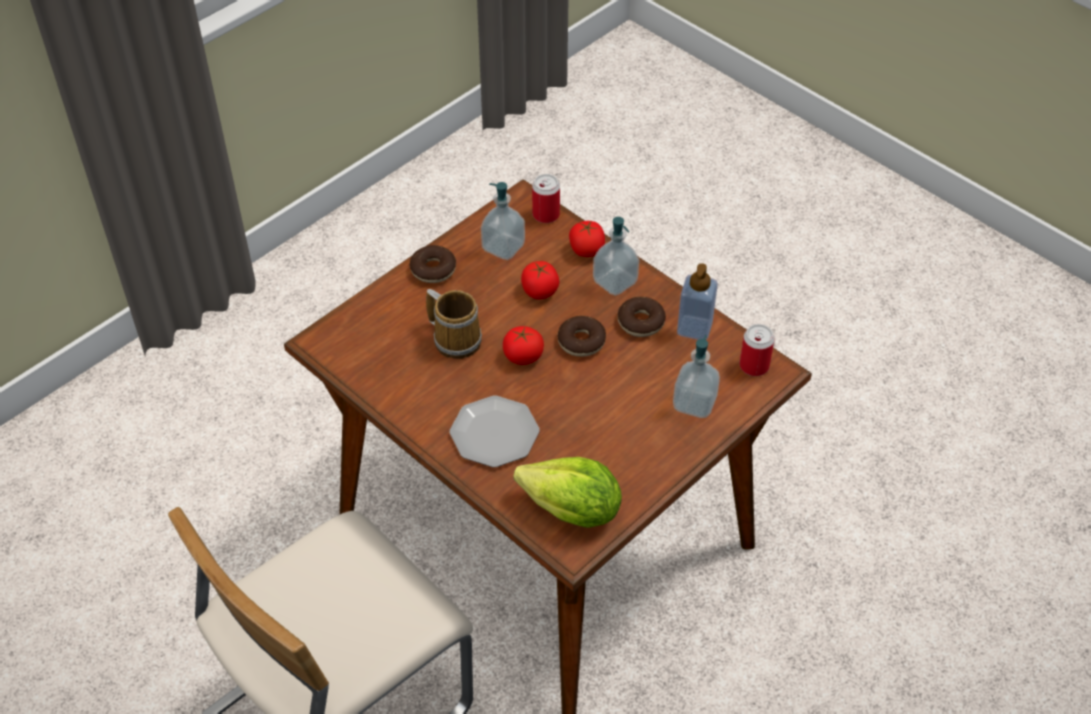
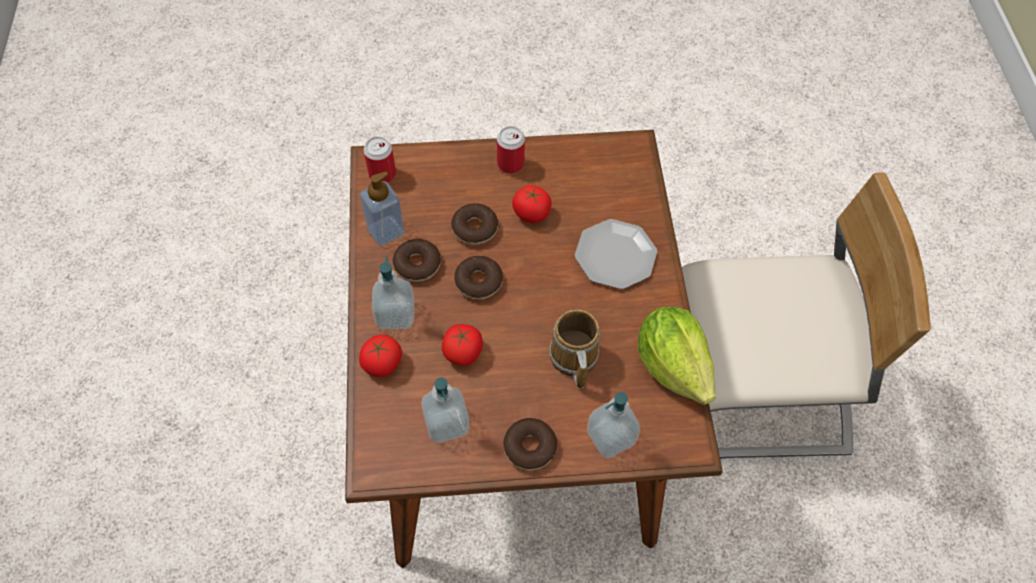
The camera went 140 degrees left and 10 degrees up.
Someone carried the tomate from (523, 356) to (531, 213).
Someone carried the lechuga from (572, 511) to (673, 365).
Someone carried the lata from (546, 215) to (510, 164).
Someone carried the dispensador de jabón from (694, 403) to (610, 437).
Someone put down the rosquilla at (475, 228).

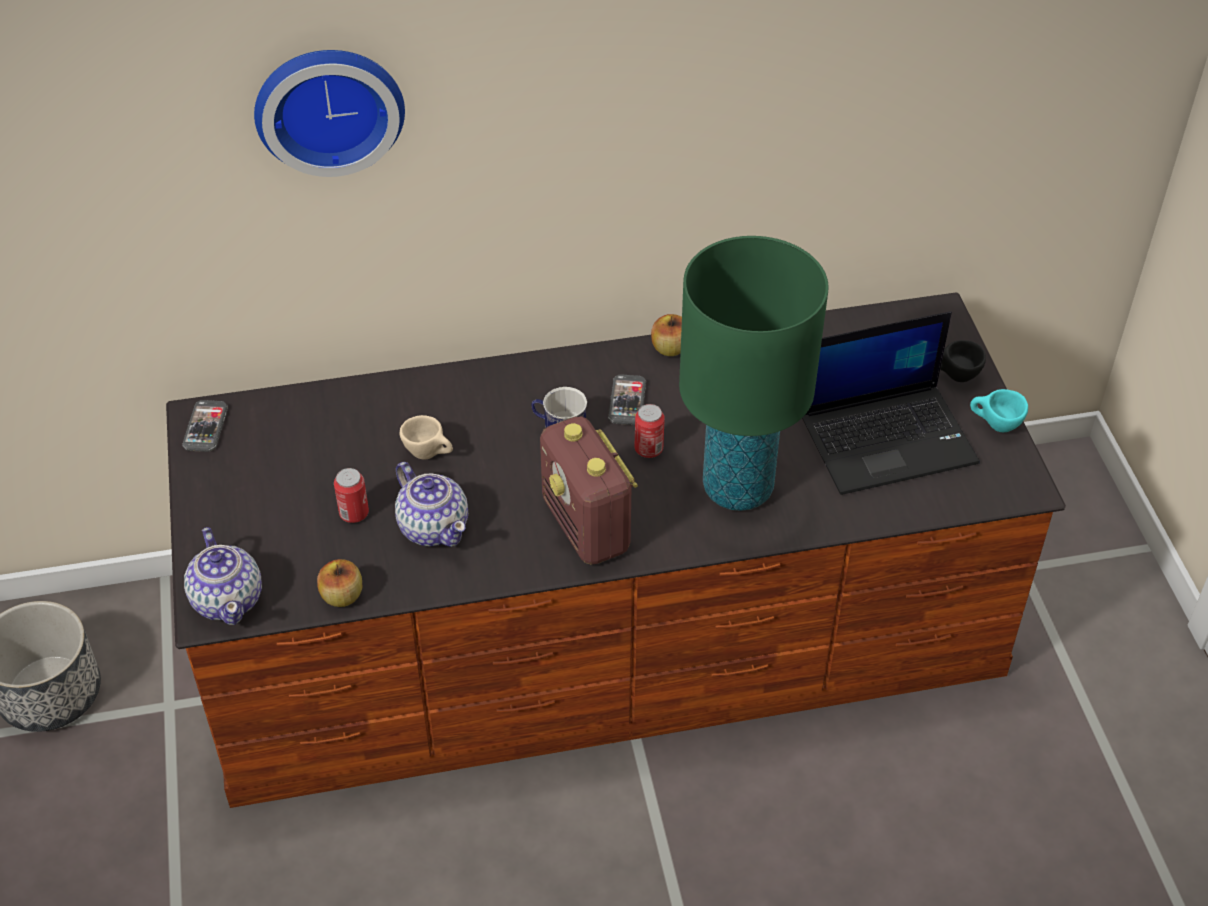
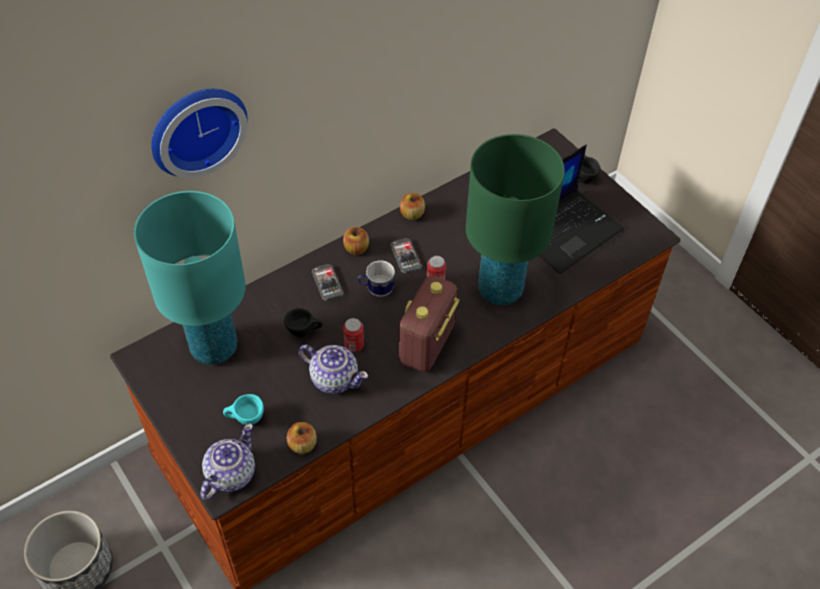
The camera went 25 degrees left and 5 degrees up.
Someone carried the móvil from (205, 427) to (327, 283).
Someone rotated the tetera at (228, 599) by 105 degrees counterclockwise.
Someone carried the lata from (354, 513) to (354, 345).
Someone repainted the taza/beis at (429, 454), which became the taza/negro at (304, 331).
Someone rotated the radio at (587, 527) by 75 degrees clockwise.
Someone carried the taza/turquesa from (994, 426) to (245, 420).
Someone put down the lámpara de mesa/turquesa at (214, 348).
Someone put down the manzana at (356, 248).

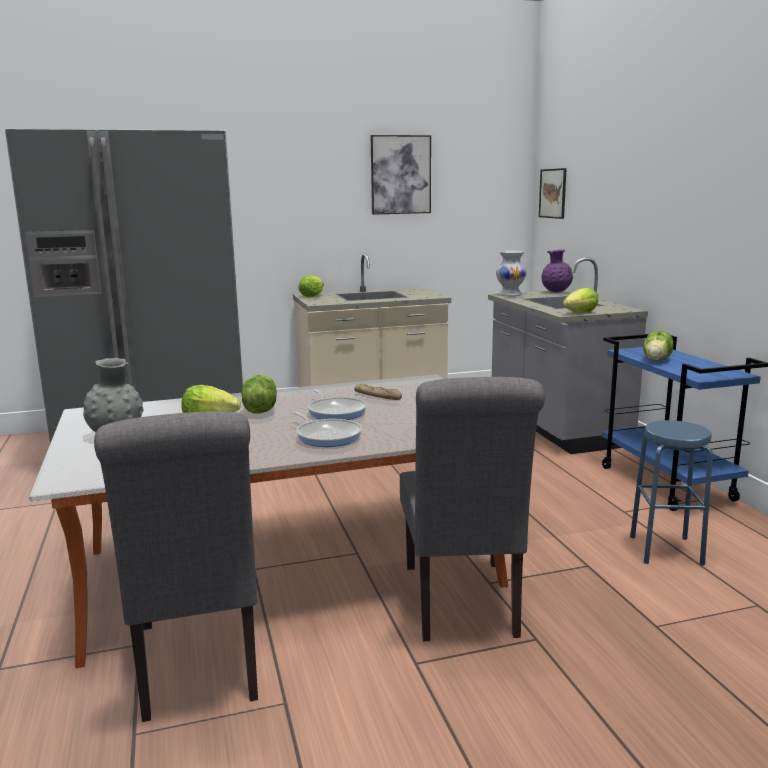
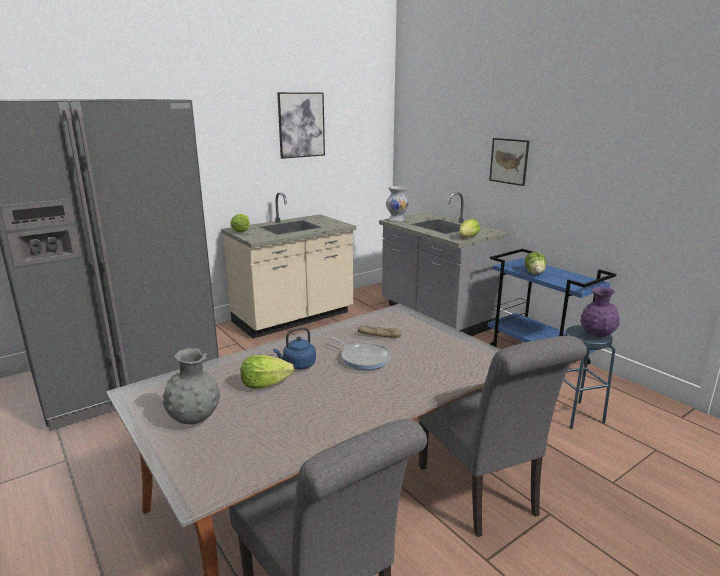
The camera went 20 degrees left and 5 degrees up.
Someone swapped the lechuga at (259, 410) for the hervidor/azul at (297, 365).
Someone took away the sartén at (327, 436).
Someone carried the cuadro from (553, 193) to (509, 161).
Someone carried the florero/morado from (556, 292) to (596, 335).

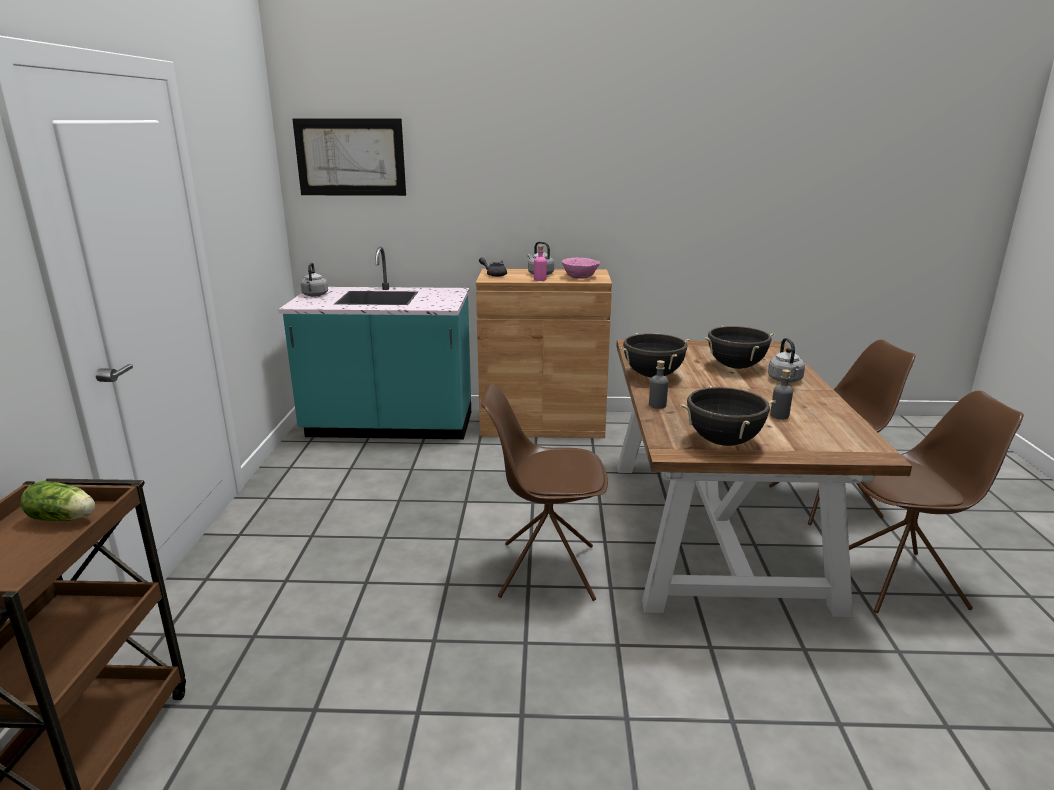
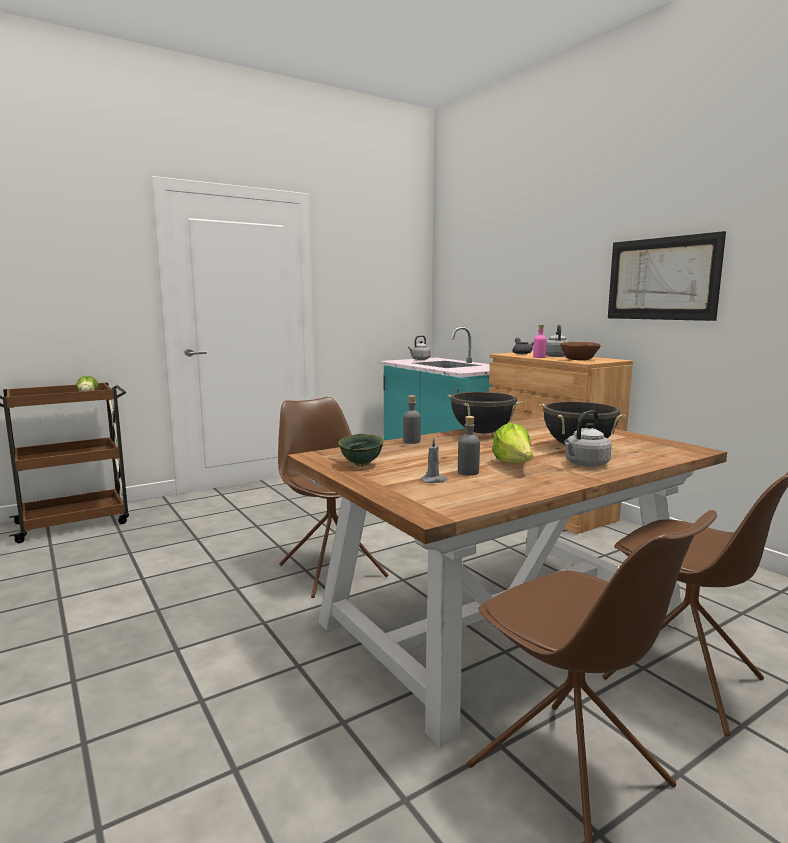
The camera went 55 degrees right and 10 degrees down.
Someone carried the cuadro from (350, 157) to (661, 279).
Someone repainted the cuenco/rosa at (580, 277), which became the cuenco/marrón at (578, 360).
Someone swapped the olla/negro at (723, 441) for the cuenco/verde at (362, 464).
Someone put down the vela/gris at (434, 480).
Someone put down the lechuga at (514, 465).

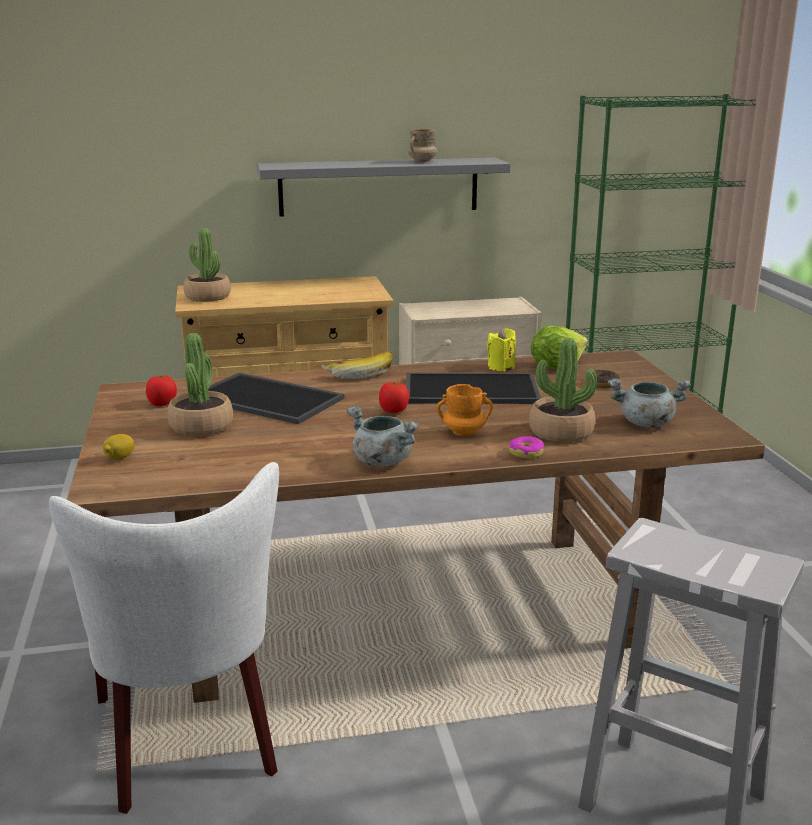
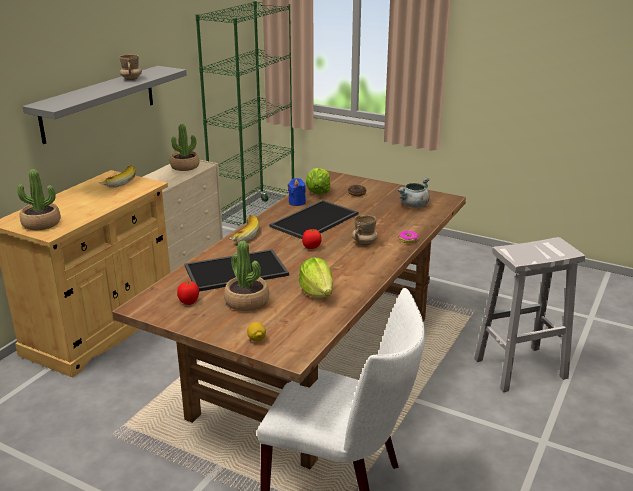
The camera went 50 degrees left and 5 degrees up.
Someone took away the olla/gris at (381, 461).
Someone repainted the taza grande/naranja at (464, 432), which became the taza grande/beis at (364, 242).
Someone repainted the vela/amarillo at (501, 367), which became the vela/azul at (297, 202).
Someone carried the planta en maceta from (561, 432) to (185, 167).
Someone put down the plátano at (118, 182).
Someone put down the lechuga at (317, 292).

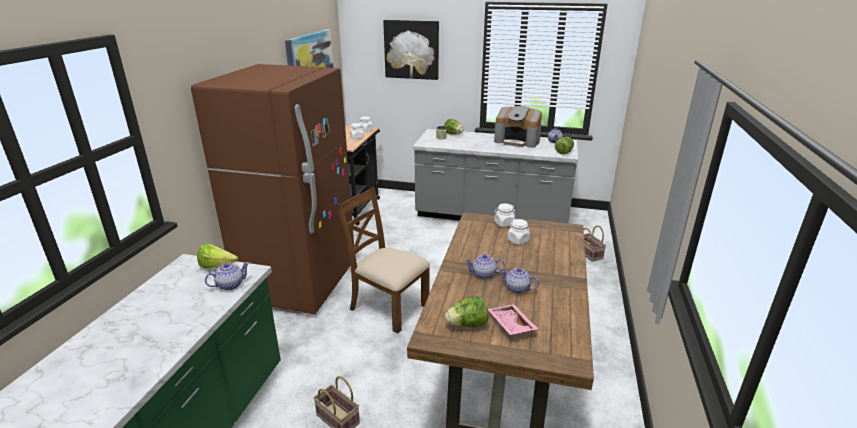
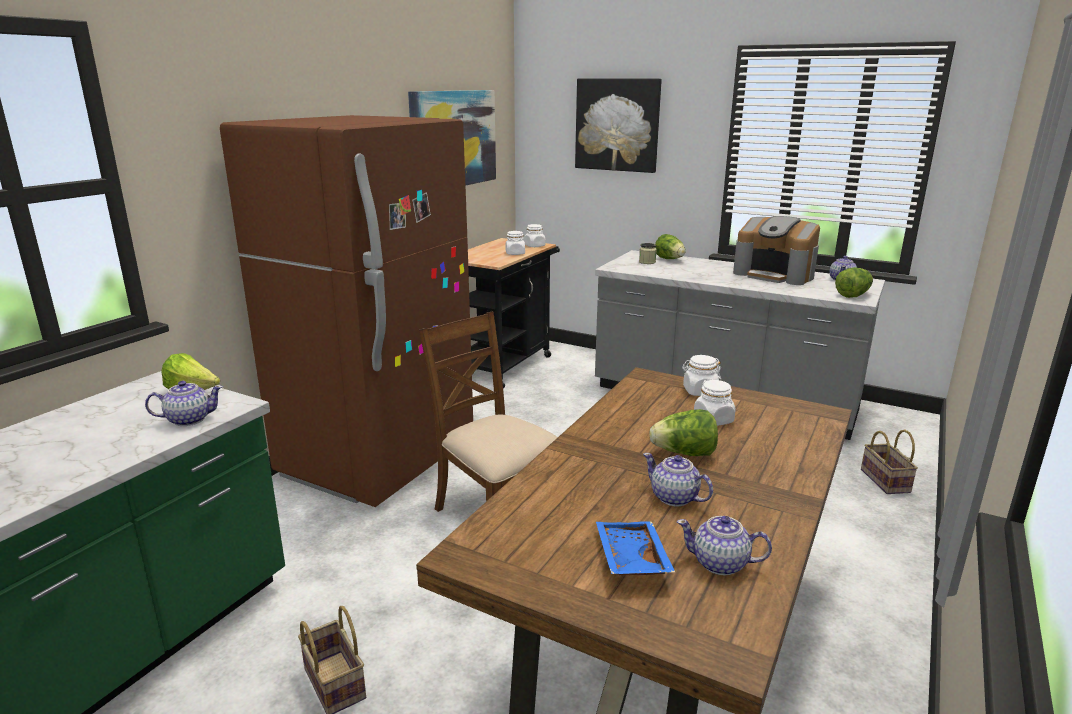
The camera went 15 degrees right and 5 degrees down.
Someone carried the lechuga from (467, 325) to (684, 453).
Someone carried the tetera from (484, 275) to (720, 564).
Someone repainted the bandeja/rosa at (510, 325), which became the bandeja/azul at (629, 559).

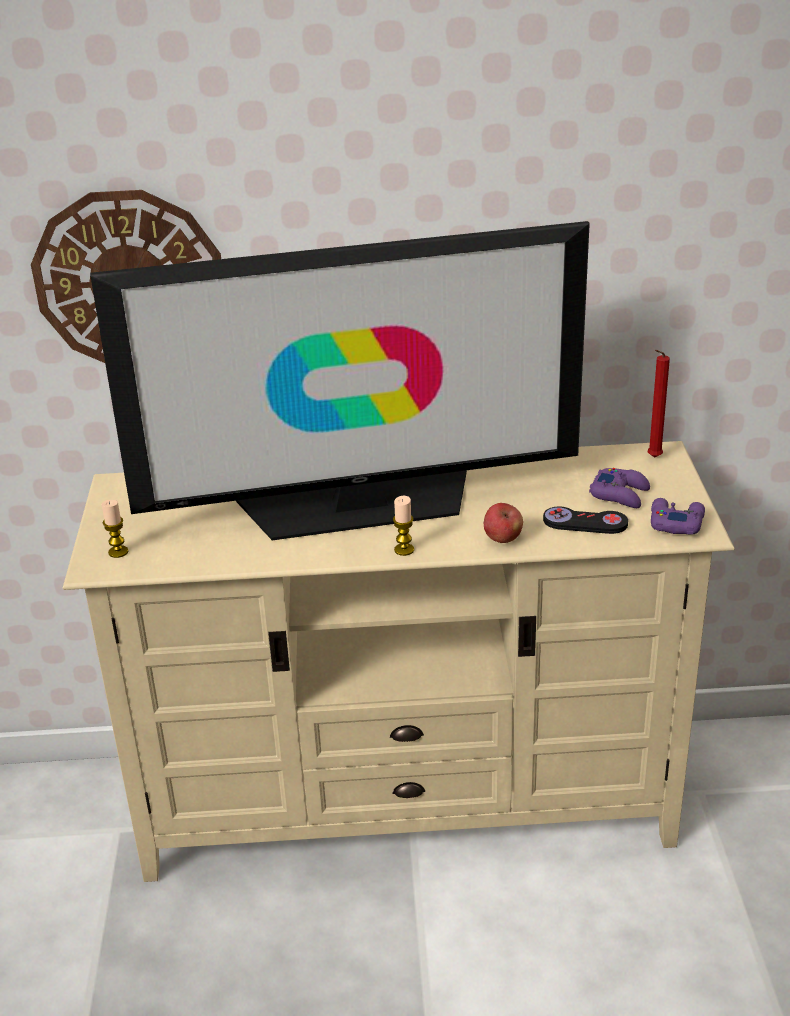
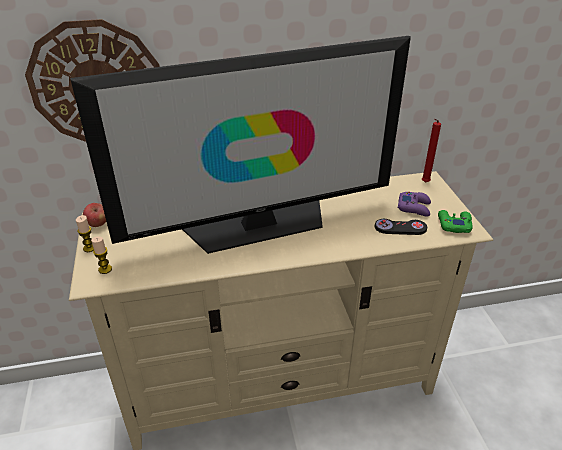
The camera went 10 degrees left and 5 degrees up.
Someone carried the vela from (404, 550) to (89, 248).
Someone carried the manzana from (502, 539) to (98, 224).
Someone repainted the mando de consola/morado at (675, 522), which became the mando de consola/verde at (453, 224).

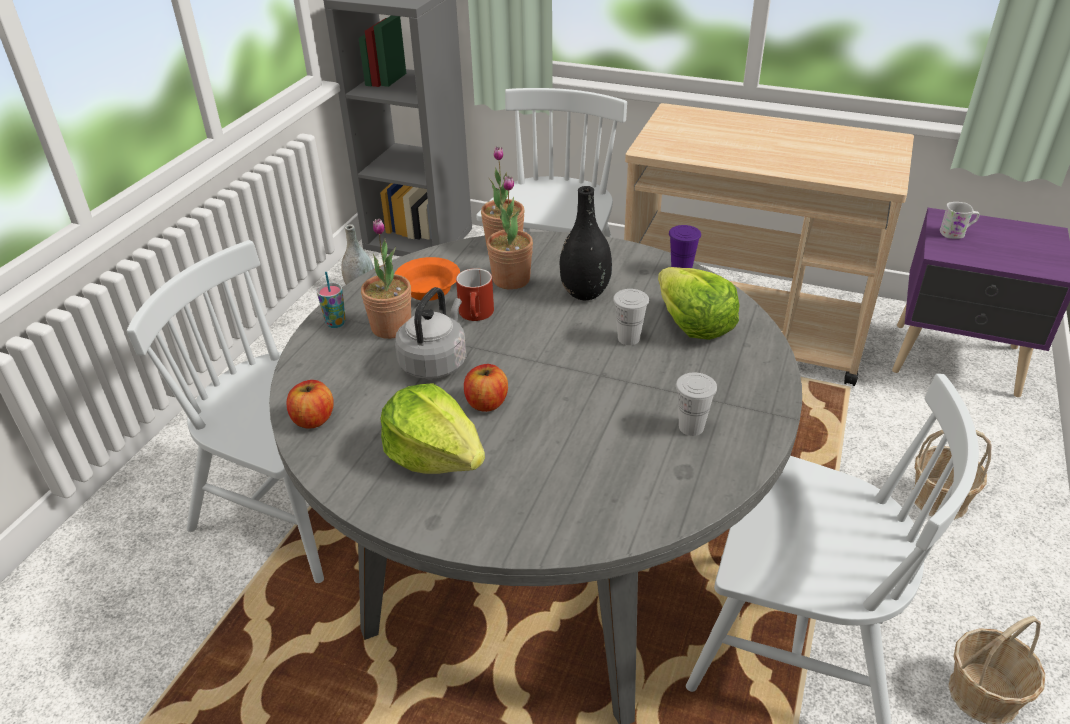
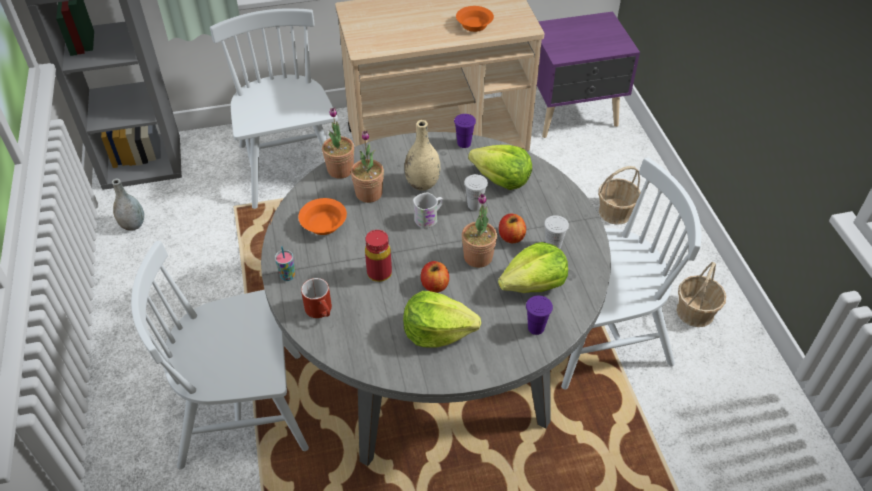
The camera went 35 degrees left and 10 degrees up.
Someone carried the manzana from (313, 419) to (511, 237).
Someone carried the planta en maceta from (391, 327) to (478, 257).
Someone swapped the hervidor/gris at (435, 362) for the botella/rojo at (379, 273).
Someone carried the taza grande/rojo from (477, 315) to (321, 311).
Someone repainted the florero/negro at (585, 293), which became the florero/beis at (422, 184).
Someone carried the taza grande/blanco from (956, 233) to (429, 219).
Someone put down the cuenco/naranja at (473, 26).
Someone put down the lechuga at (534, 284).
Someone put down the taza/morado at (536, 328).

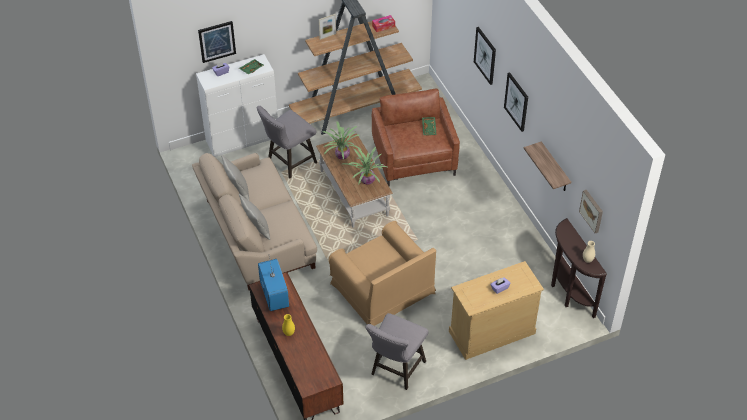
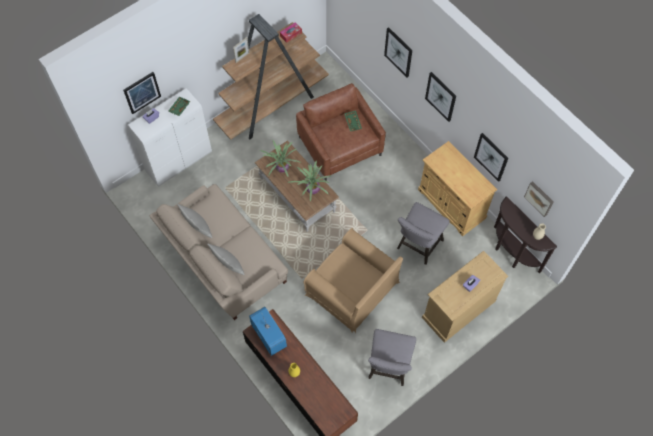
The camera went 15 degrees left and 15 degrees up.
Someone carried the taburete/gris from (289, 163) to (417, 246).
Someone swapped the estante at (555, 168) for the cuadro at (491, 157).
Someone put down the armario/beis at (451, 204).

